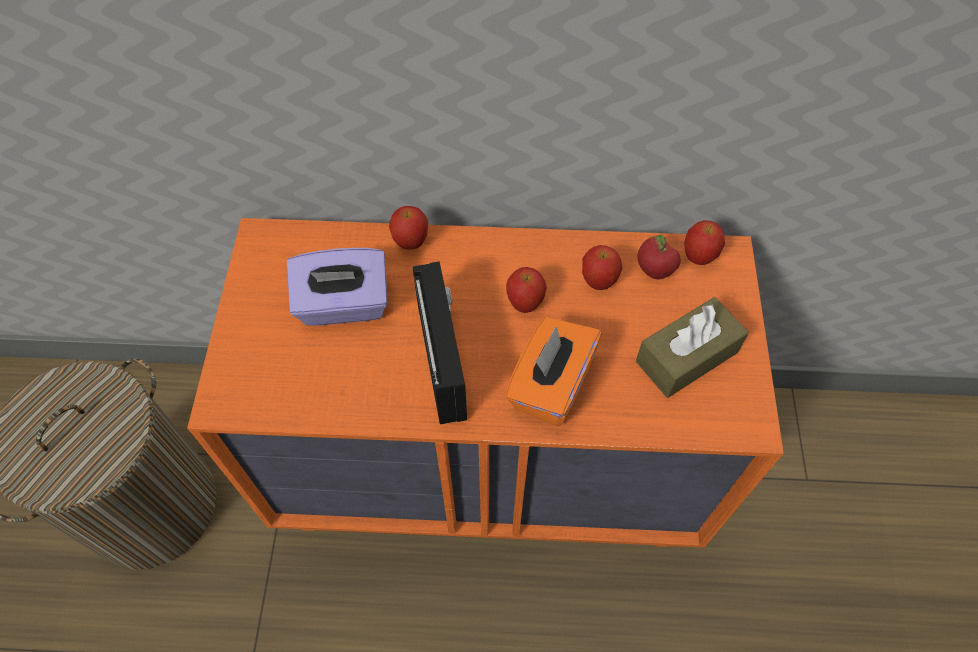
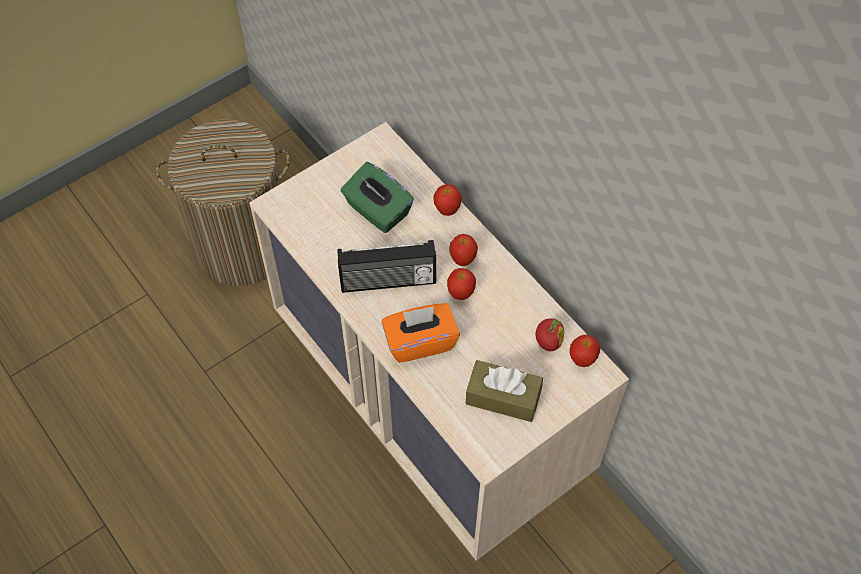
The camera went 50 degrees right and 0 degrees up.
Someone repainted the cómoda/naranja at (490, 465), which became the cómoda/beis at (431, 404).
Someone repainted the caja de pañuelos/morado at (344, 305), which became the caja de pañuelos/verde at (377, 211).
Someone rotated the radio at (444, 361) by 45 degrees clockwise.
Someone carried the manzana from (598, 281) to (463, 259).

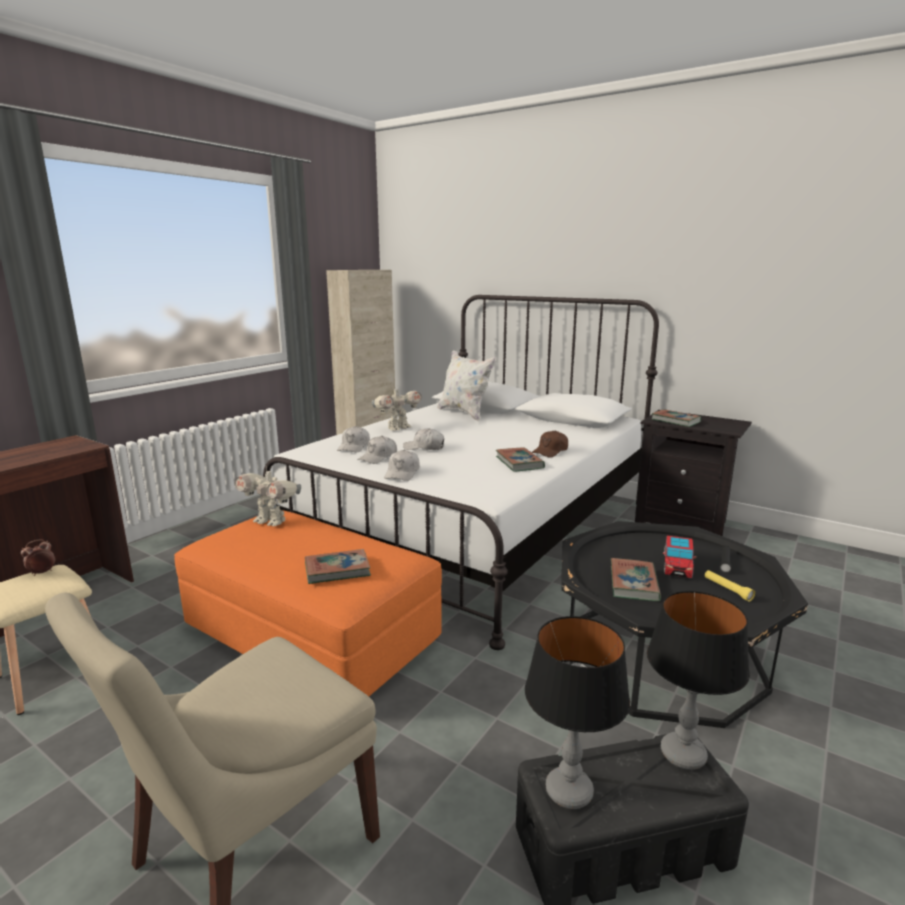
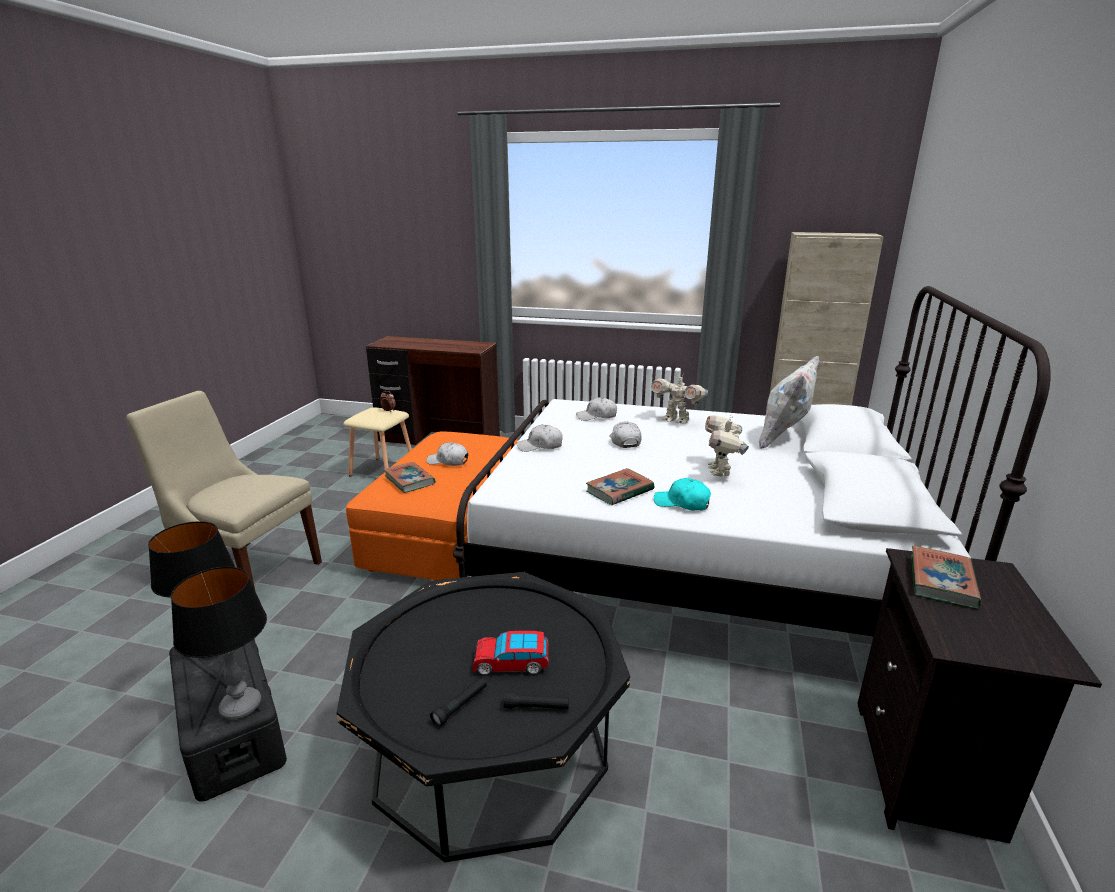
The camera went 70 degrees right and 5 degrees up.
Someone carried the robot de juguete from (271, 521) to (721, 471).
Someone carried the gorra/blanco from (378, 457) to (448, 461).
Someone repainted the gorra/marrón at (550, 451), which became the gorra/turquesa at (682, 503).
Someone took away the libro at (633, 584).
Someone repainted the linterna/amarillo at (727, 589), which became the linterna/negro at (460, 706).

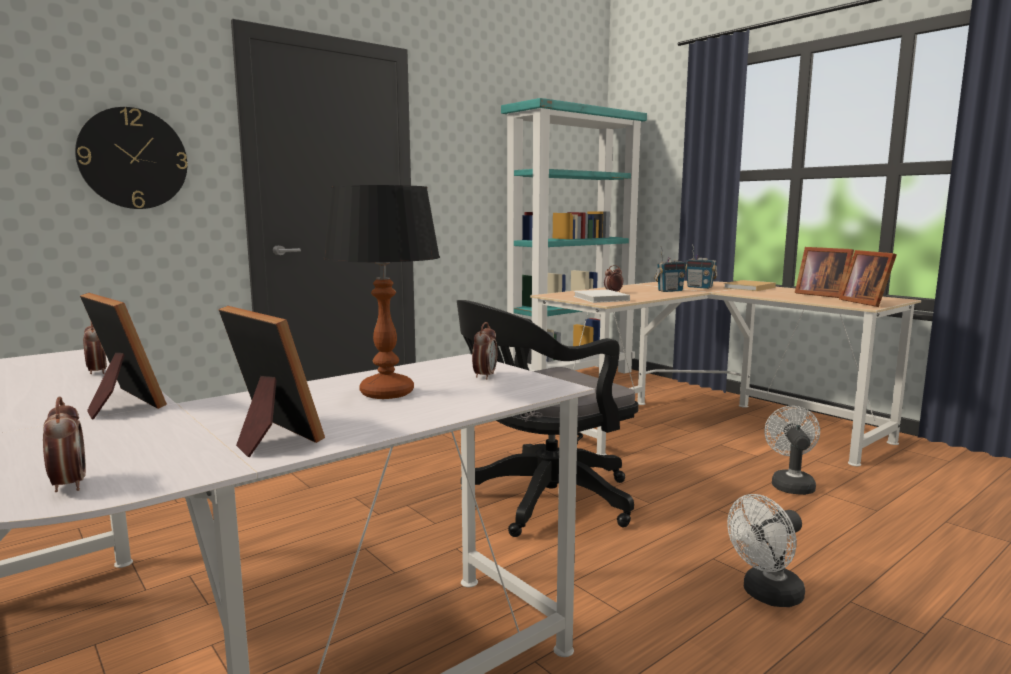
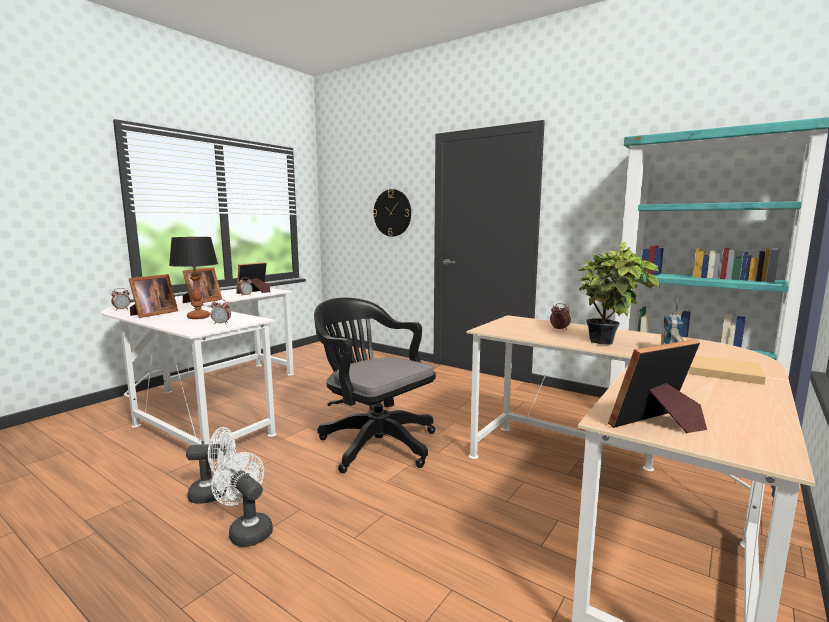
The camera went 75 degrees right and 0 degrees up.
Someone took away the libro/blanco at (601, 299).
Someone swapped the radio at (670, 291) for the planta en maceta at (608, 343).
Someone carried the ventilador/blanco from (790, 484) to (214, 493).
Someone carried the portarretratos from (821, 295) to (255, 292).

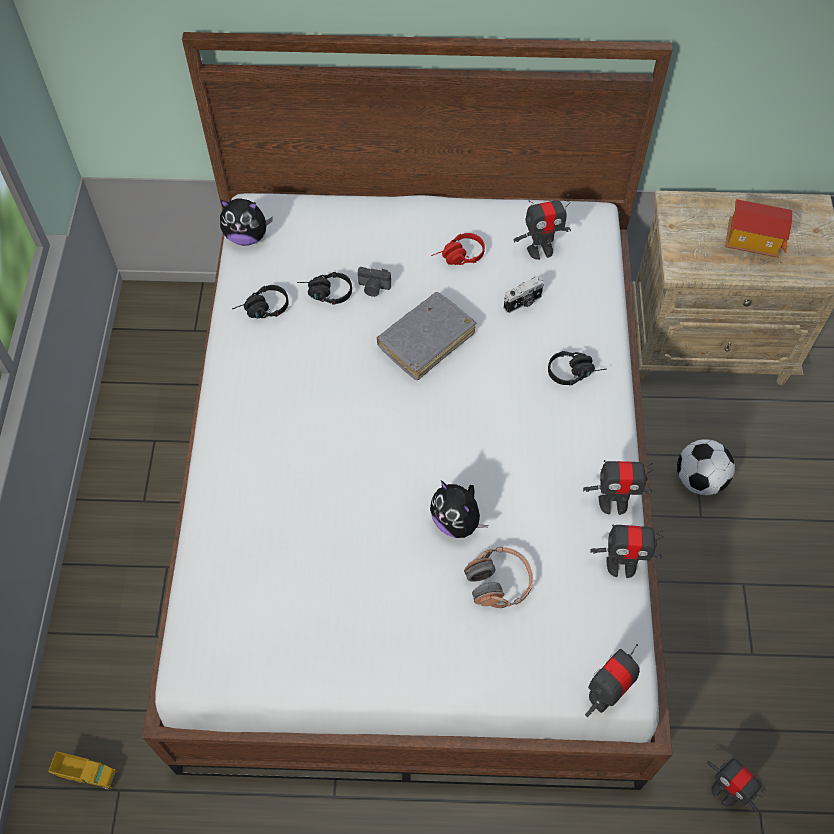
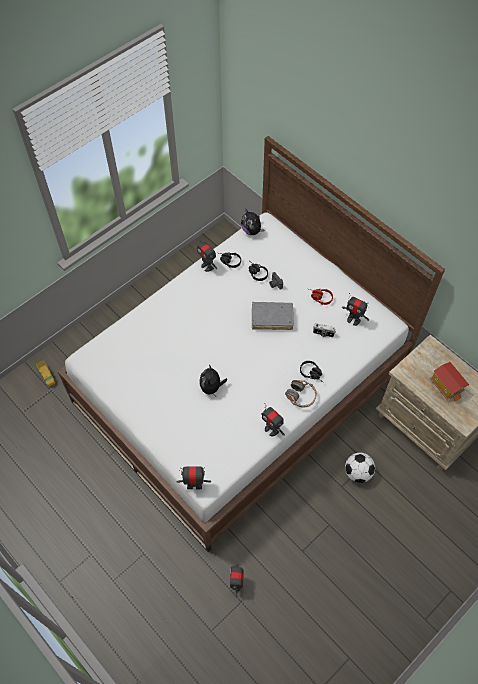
The camera went 45 degrees right and 0 degrees up.
Someone carried the auriculares from (498, 582) to (301, 396).
Someone carried the robot de juguete from (621, 565) to (207, 266).

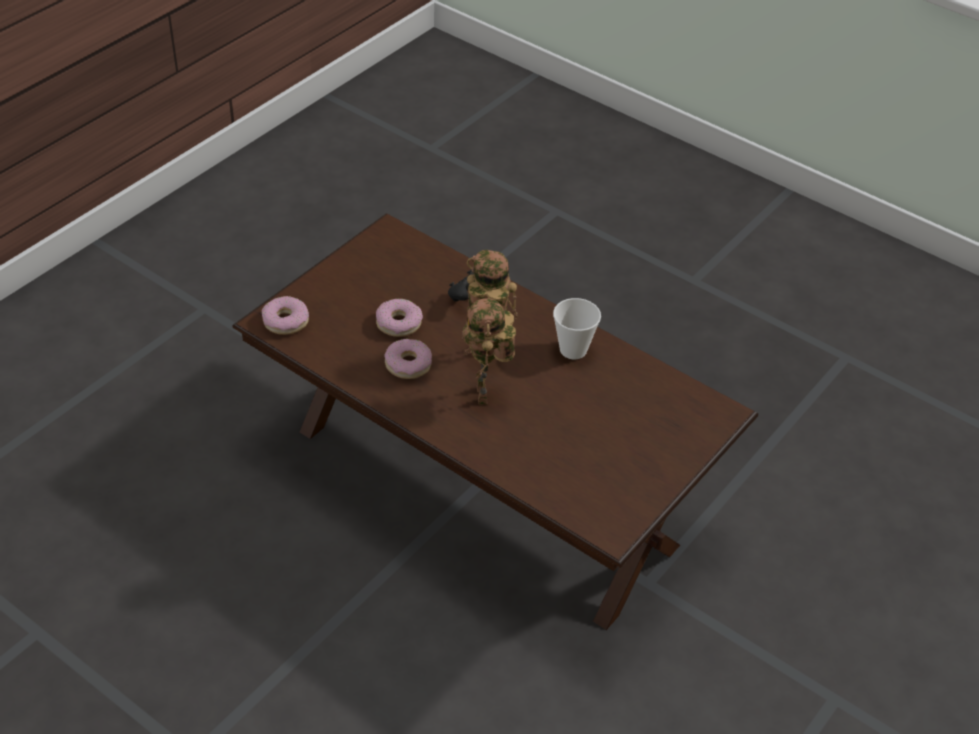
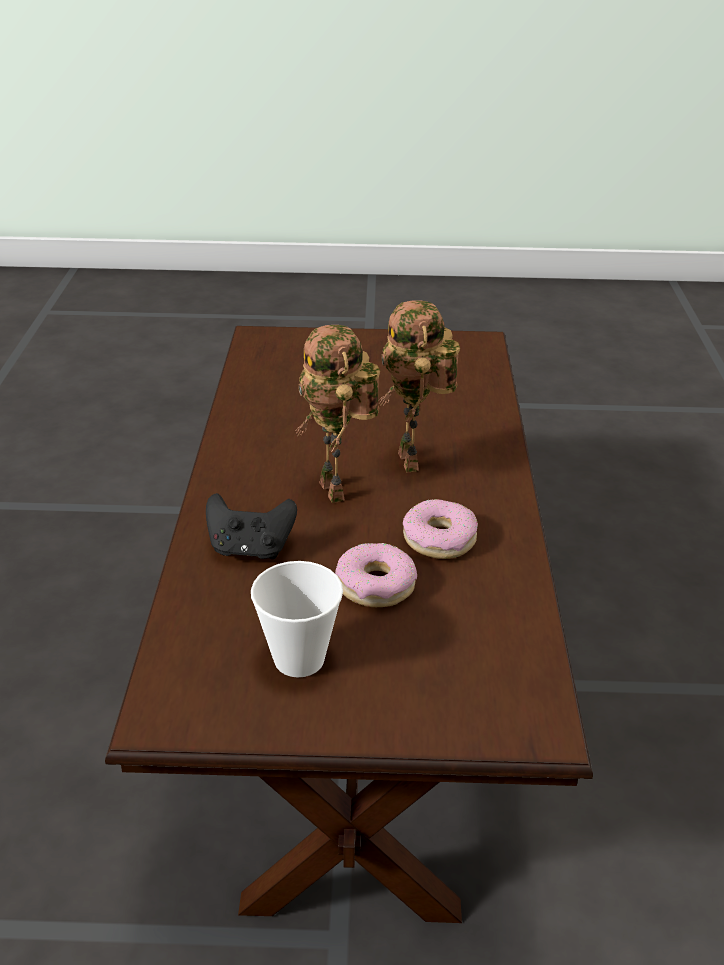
The camera went 125 degrees left and 10 degrees down.
Someone took away the rosquilla at (285, 321).
Someone rotated the robot de juguete at (485, 396) by 120 degrees clockwise.
Someone carried the taza from (573, 350) to (299, 659).

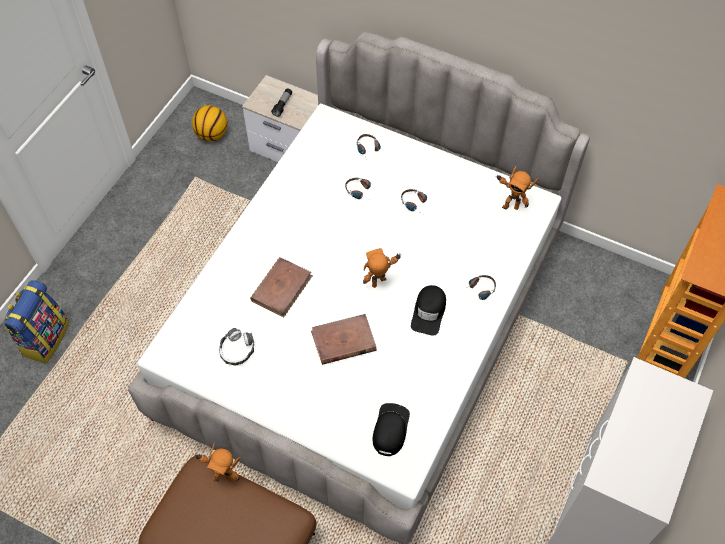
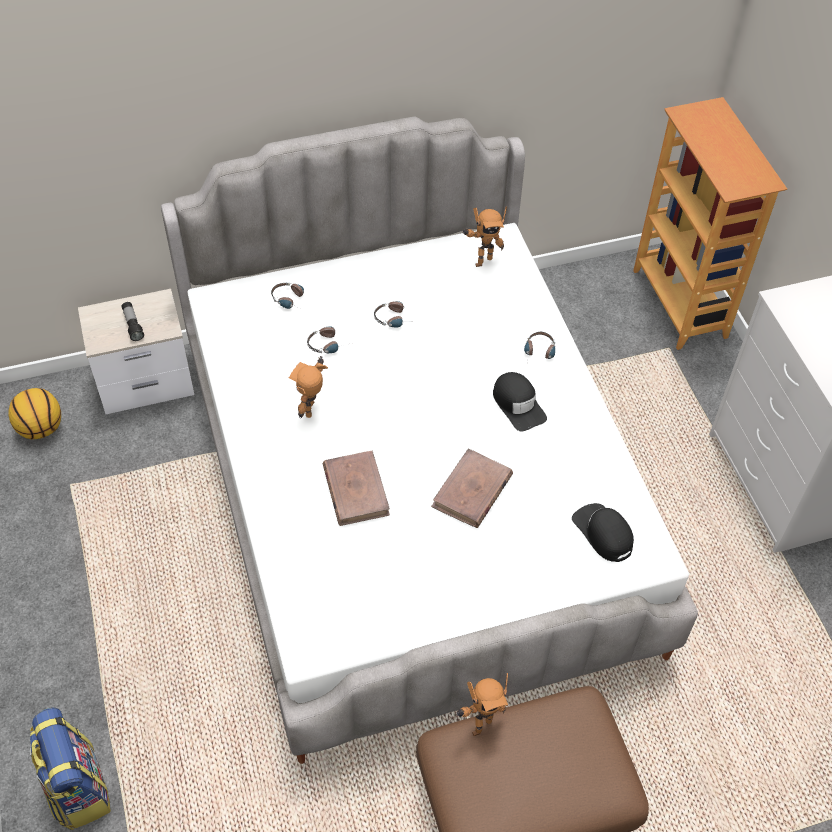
The camera went 45 degrees left and 5 degrees down.
Someone took away the auriculares at (237, 350).
Someone carried the robot de juguete from (381, 284) to (313, 410).

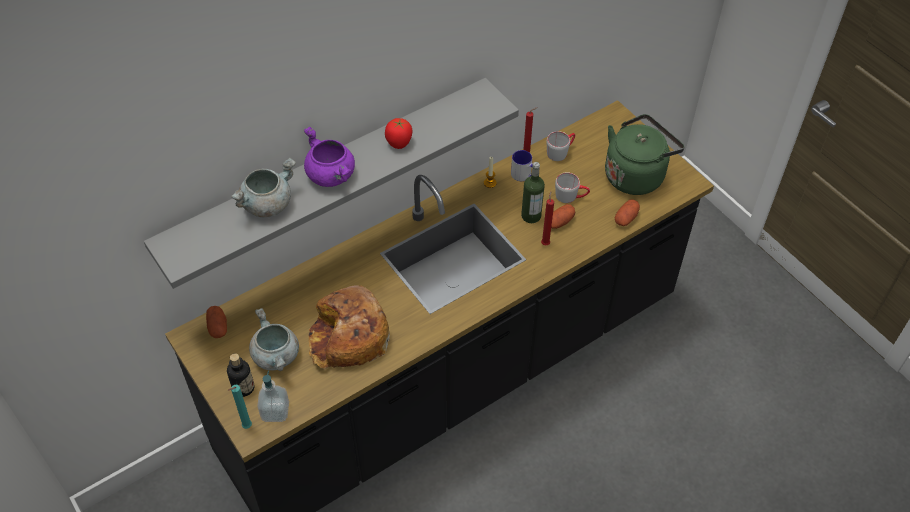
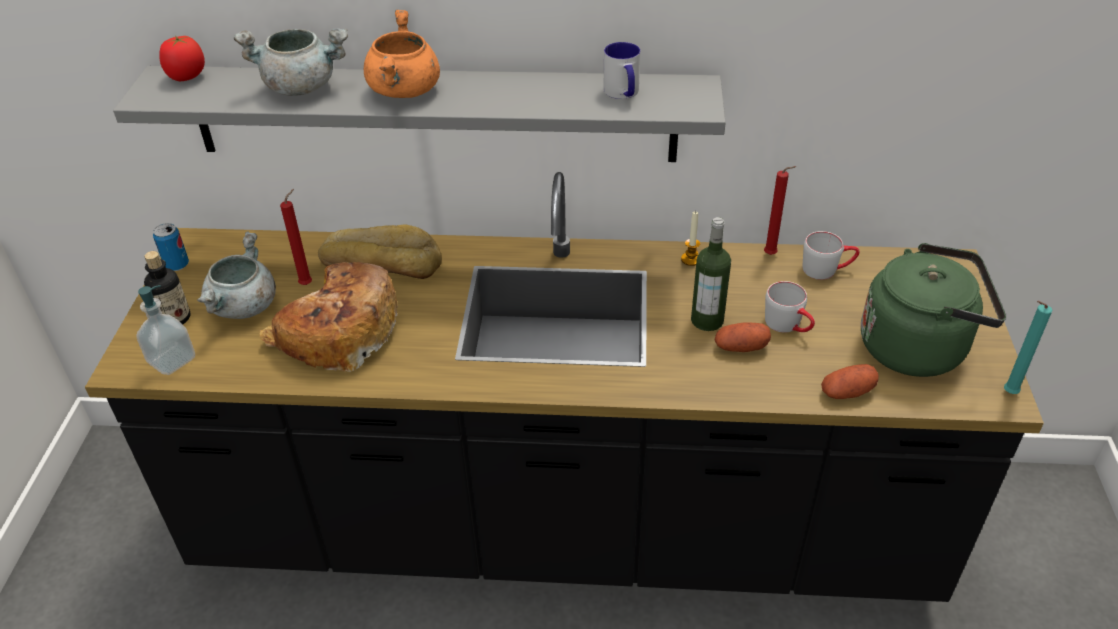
The camera went 40 degrees right and 10 degrees down.
Someone took away the patata at (218, 327).
Someone carried the vela/turquesa from (246, 427) to (1007, 393).
Someone repainted the olla/morado at (332, 175), which became the olla/naranja at (405, 91).
Someone carried the tomate from (399, 143) to (187, 76).
Someone carried the taza grande from (524, 176) to (623, 93).
Someone carried the vela/rojo from (545, 243) to (308, 283).
Someone put down the lata at (177, 265).
Someone put down the pan at (382, 261).

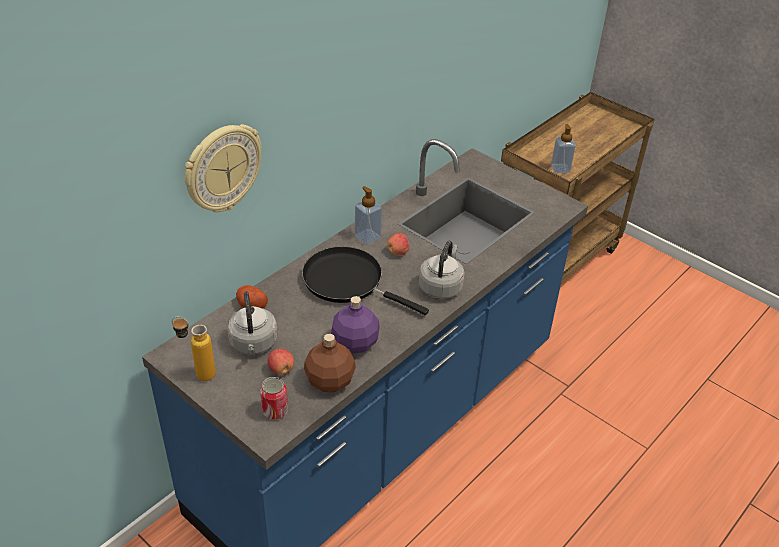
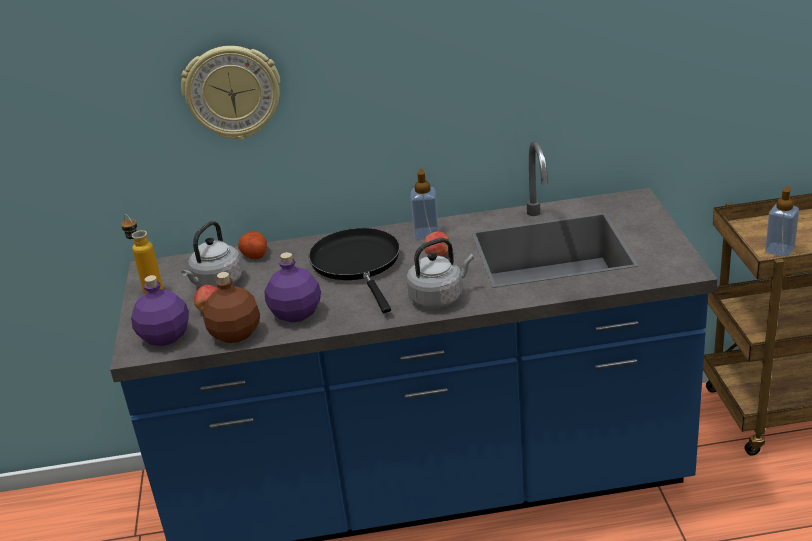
The camera went 45 degrees right and 10 degrees down.
Someone swapped the lata at (275, 411) for the botella/morado at (165, 337).

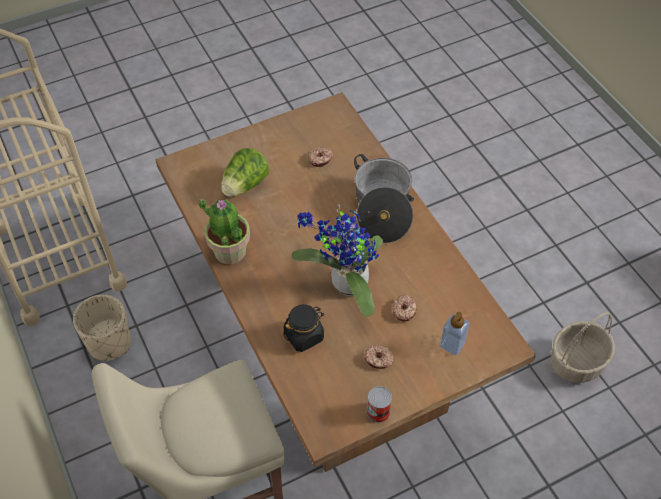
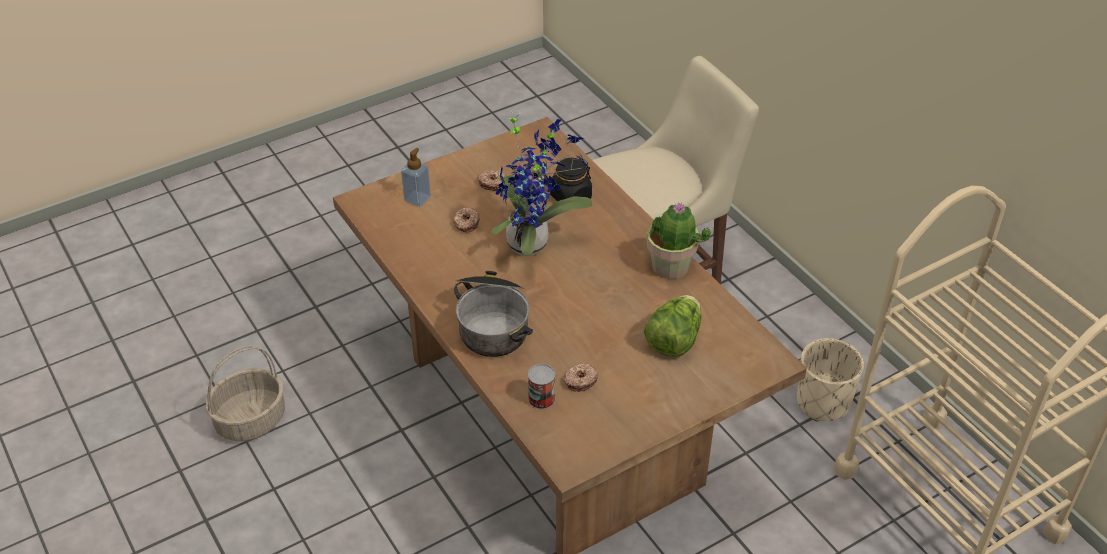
The camera went 175 degrees right and 10 degrees down.
Someone carried the lata from (378, 412) to (541, 399).

